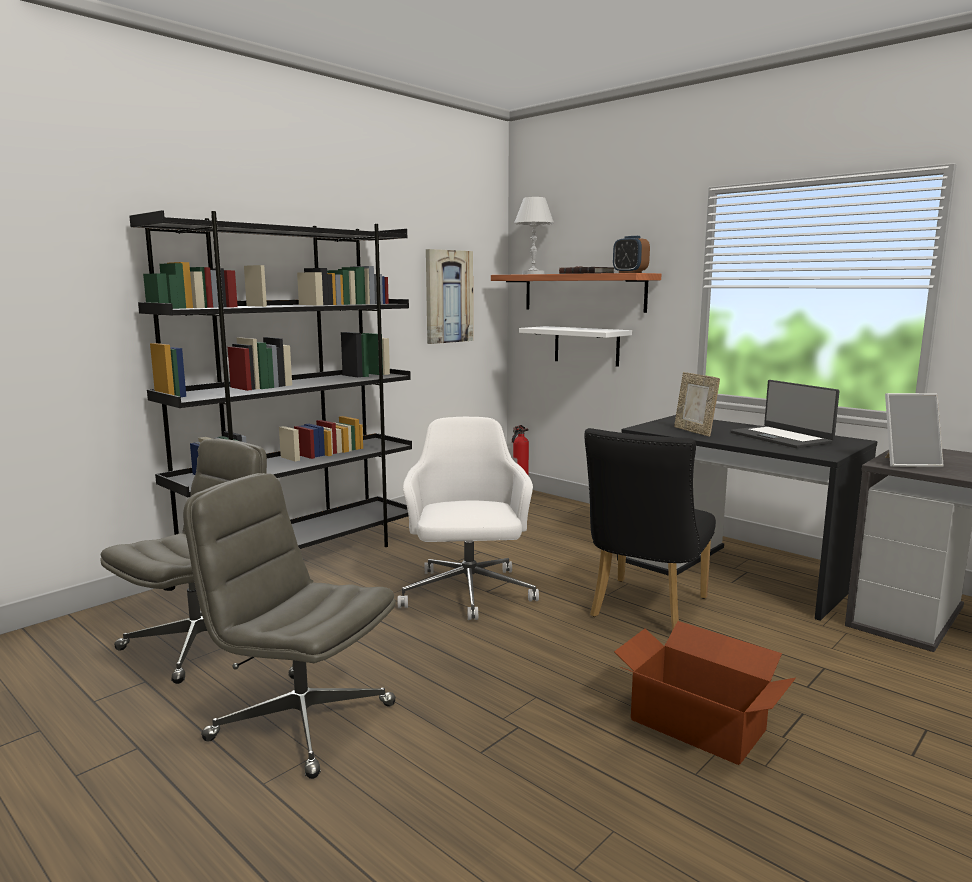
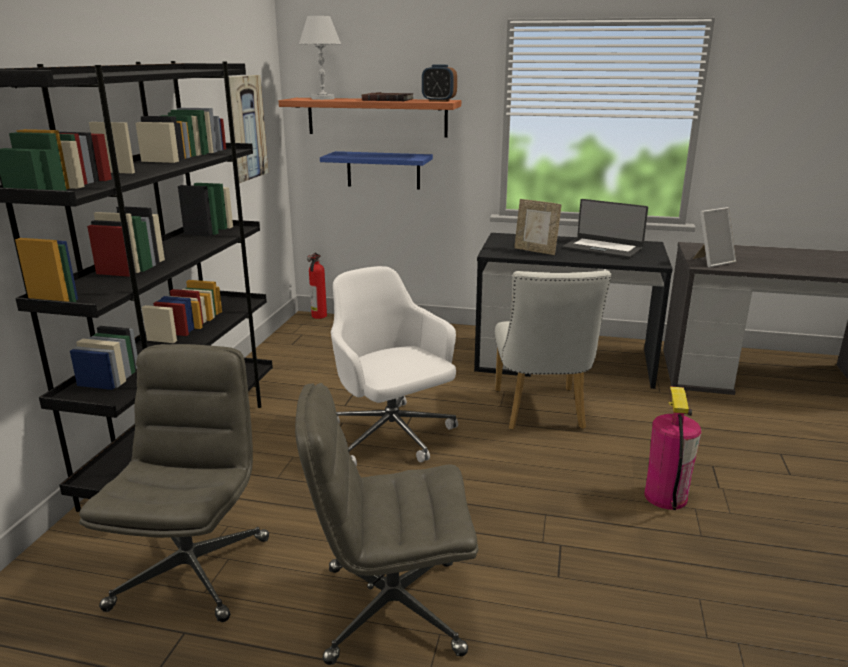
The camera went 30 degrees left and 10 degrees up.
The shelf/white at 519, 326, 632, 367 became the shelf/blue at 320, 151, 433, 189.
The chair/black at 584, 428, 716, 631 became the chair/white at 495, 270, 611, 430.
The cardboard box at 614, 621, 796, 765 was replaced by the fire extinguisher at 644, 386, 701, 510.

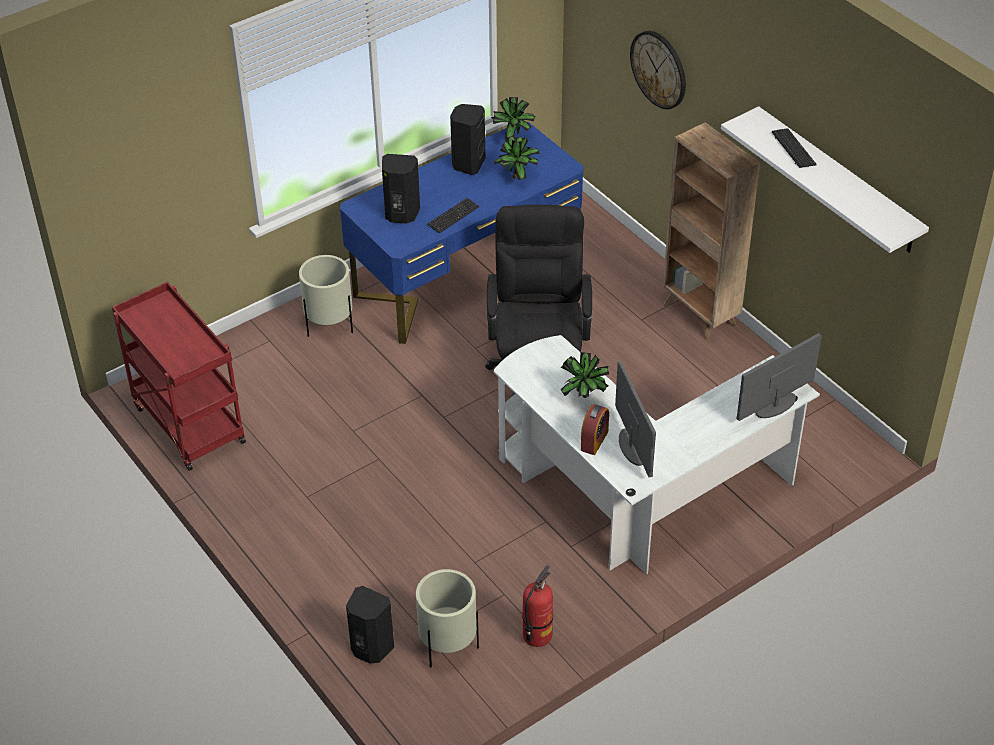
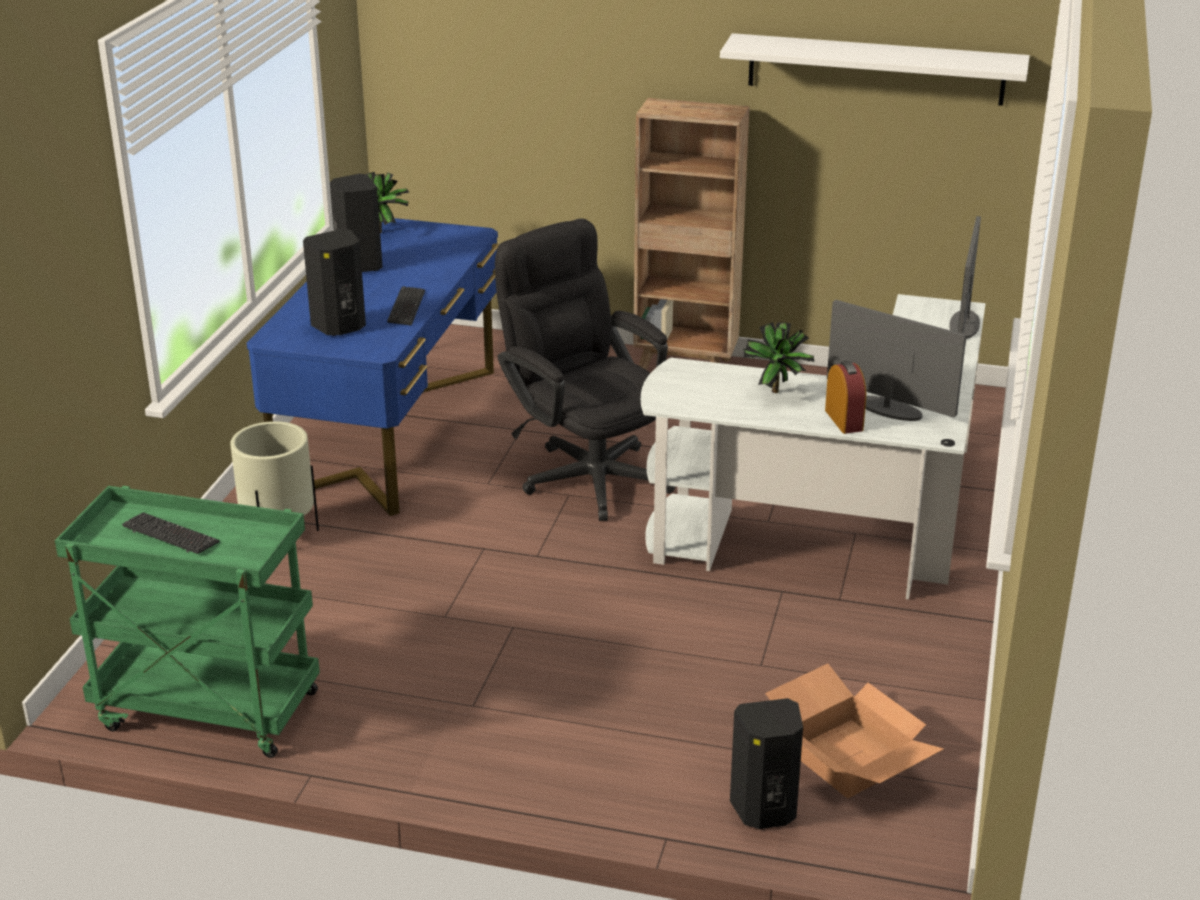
The camera went 40 degrees left and 15 degrees down.
The cart/red at 112, 282, 246, 471 became the cart/green at 55, 486, 320, 758.
The planter/beige at 416, 569, 479, 667 was replaced by the cardboard box at 765, 664, 944, 798.
The potted plant at 494, 135, 540, 180 disappeared.
The fire extinguisher at 522, 565, 553, 647 disappeared.
The wall clock at 630, 31, 686, 109 disappeared.
The keyboard moved from 772, 128, 817, 168 to 122, 512, 220, 554.

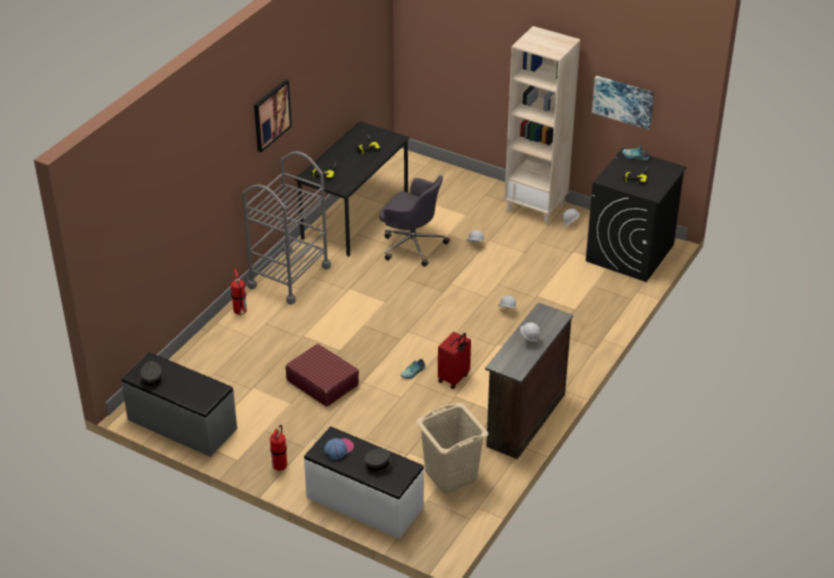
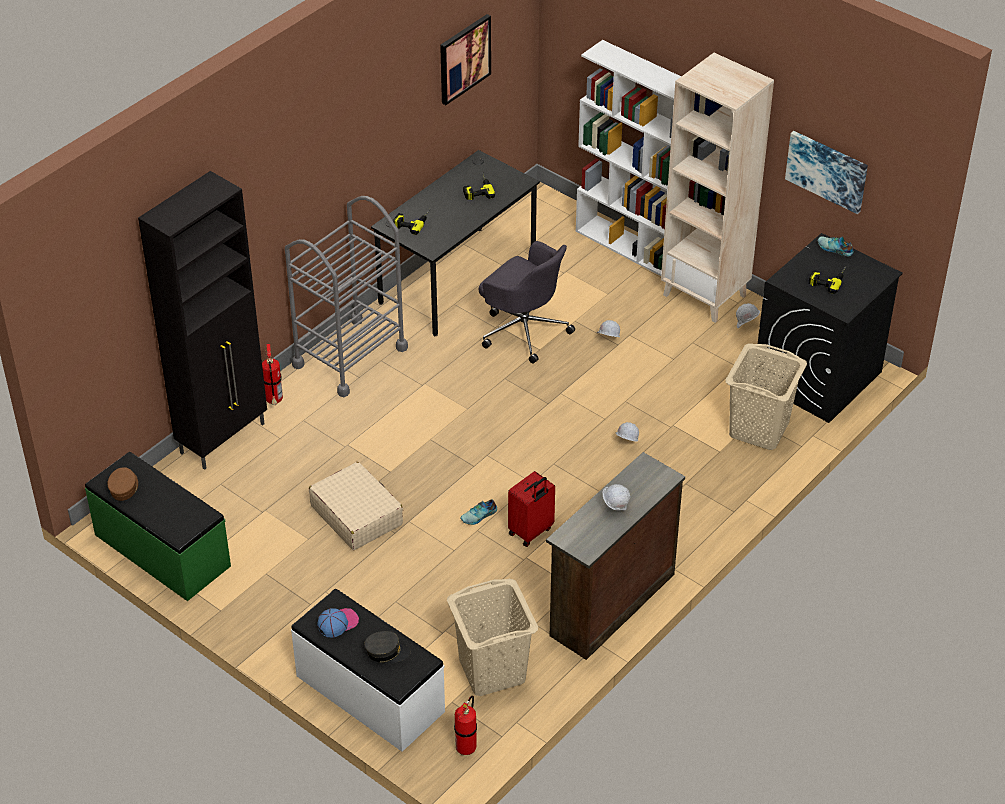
The camera went 10 degrees right and 5 degrees up.
The bench/grey at 121, 352, 237, 457 became the bench/green at 85, 452, 231, 601.
The cap/grey at 140, 361, 163, 386 became the cap/brown at 107, 467, 138, 501.
The picture moved from 254, 79, 292, 152 to 440, 14, 491, 105.
The fire extinguisher moved from 270, 424, 287, 471 to 454, 695, 477, 755.
The suitcase/red at 285, 344, 359, 407 became the suitcase/beige at 309, 462, 403, 550.
The cabinet/black at 138, 171, 267, 470 appeared.
The bookcase/white at 576, 40, 681, 276 appeared.
The laundry basket/beige at 725, 343, 807, 450 appeared.

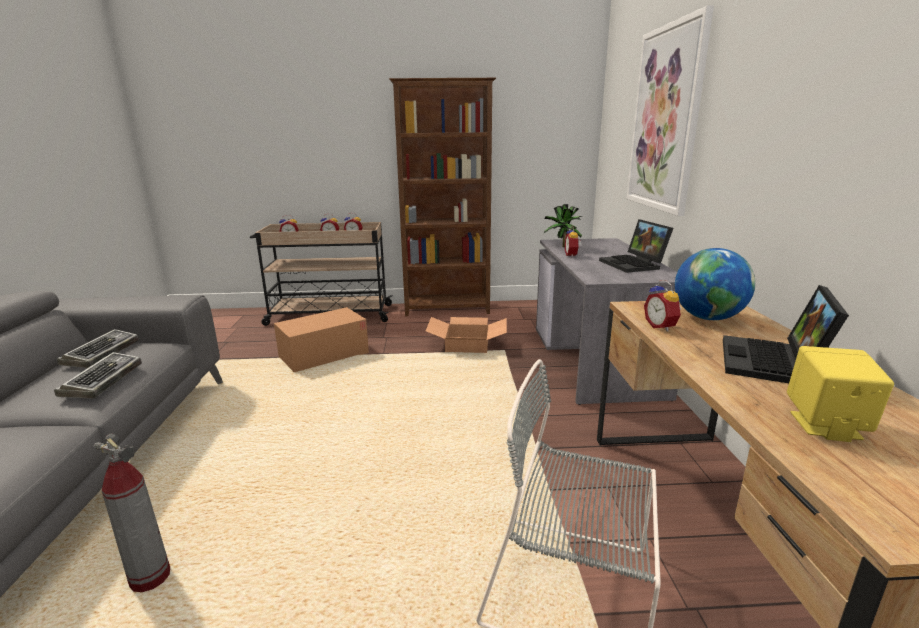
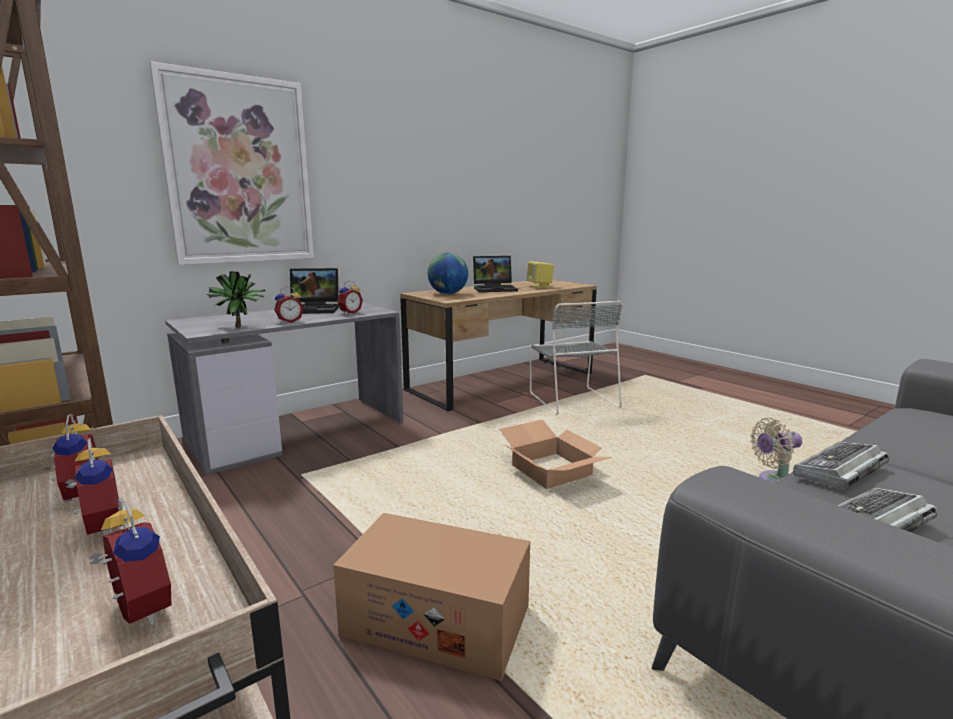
The camera went 125 degrees left and 5 degrees down.
The fire extinguisher at 94, 433, 170, 592 was replaced by the fan/beige at 750, 418, 802, 483.
The cardboard box moved from 426, 317, 507, 353 to 499, 419, 612, 489.
The laptop at 599, 219, 673, 273 turned 45 degrees clockwise.
The alarm clock moved from 644, 280, 681, 332 to 337, 281, 363, 314.

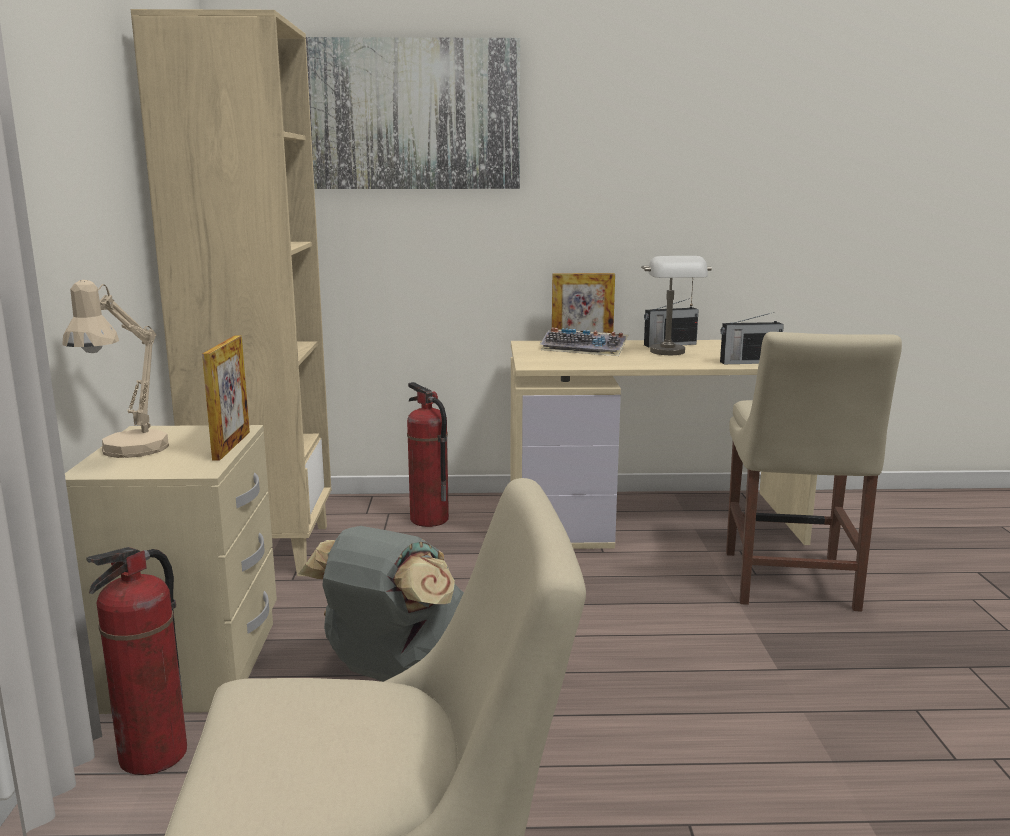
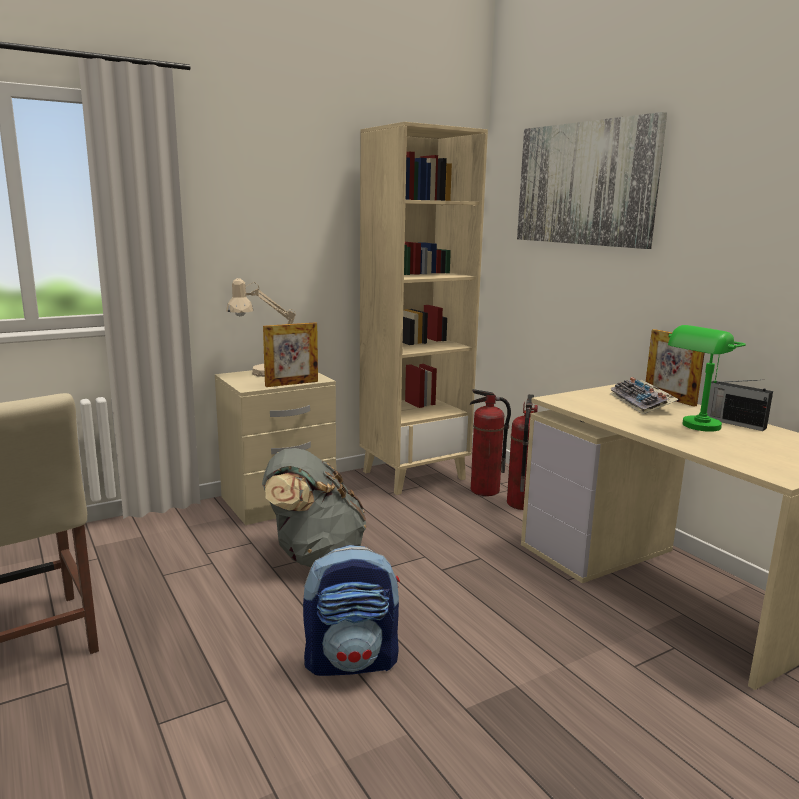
The camera went 60 degrees right and 0 degrees up.
The fire extinguisher moved from 87, 547, 187, 775 to 470, 389, 511, 496.
The table lamp/grey at 641, 256, 712, 355 became the table lamp/green at 668, 325, 746, 432.
The radio at 720, 312, 784, 364 disappeared.
The chair/beige at 726, 332, 902, 612 disappeared.
The backpack at 303, 545, 400, 676 appeared.

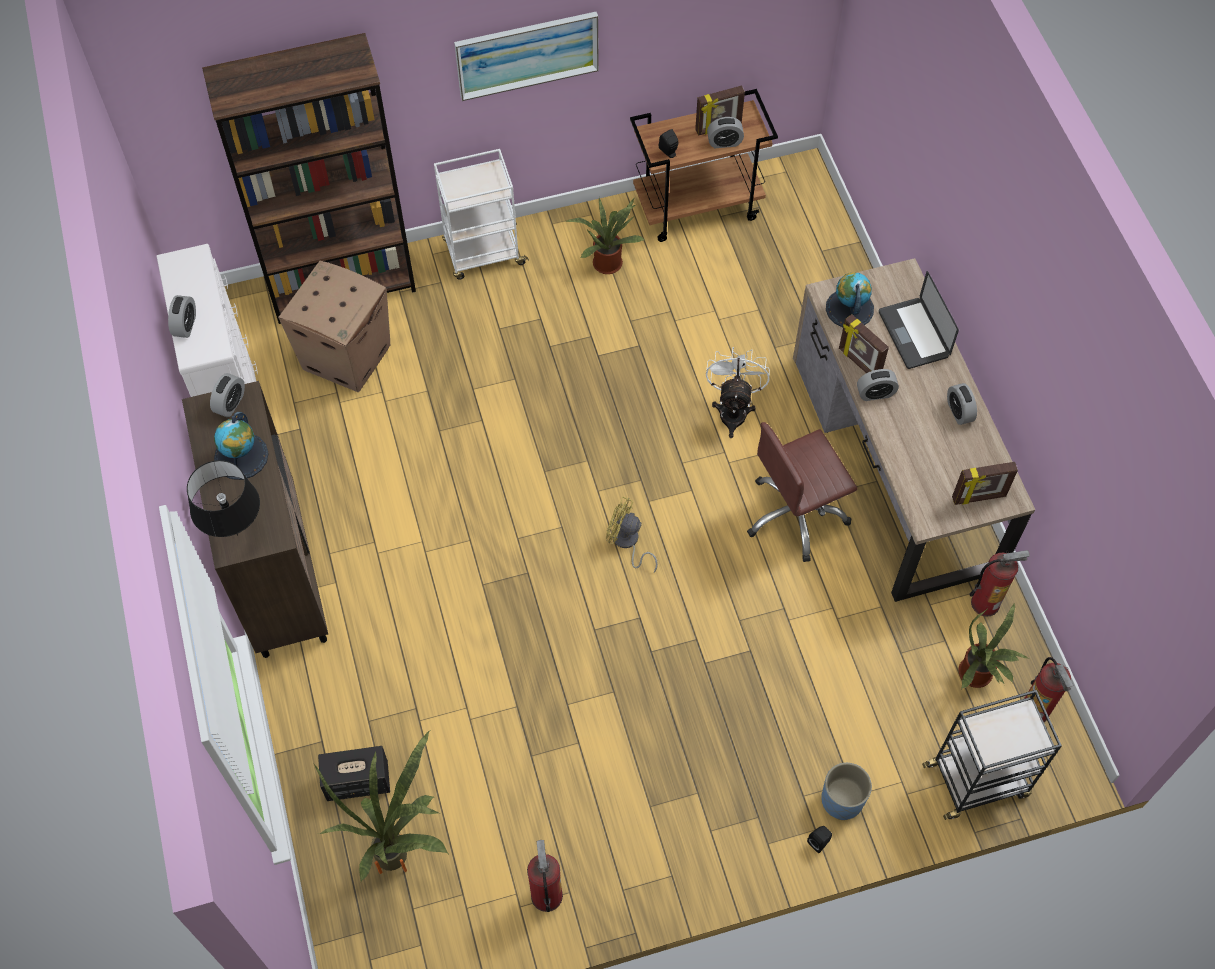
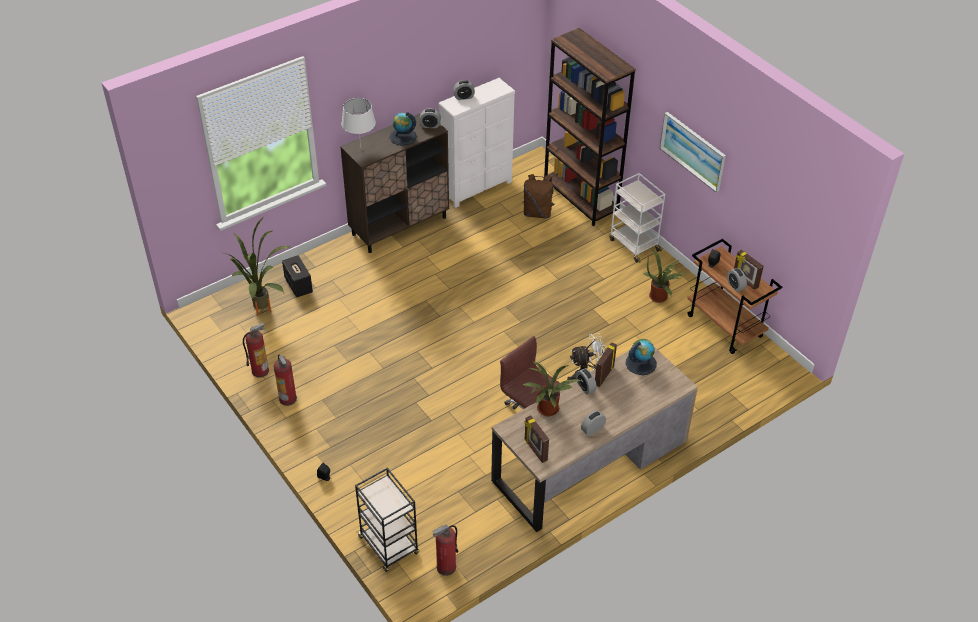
The camera went 70 degrees right and 15 degrees down.
The table lamp/black at 187, 460, 260, 537 became the table lamp/white at 342, 98, 376, 148.
The cardboard box at 278, 261, 390, 393 was replaced by the backpack/brown at 522, 174, 555, 218.
The fan/yellow at 606, 496, 658, 573 disappeared.
The planter/blue at 821, 763, 872, 820 disappeared.
The laptop at 879, 271, 959, 369 disappeared.
The potted plant moved from 958, 603, 1028, 689 to 522, 361, 582, 416.
The fire extinguisher moved from 969, 550, 1030, 617 to 274, 355, 297, 406.

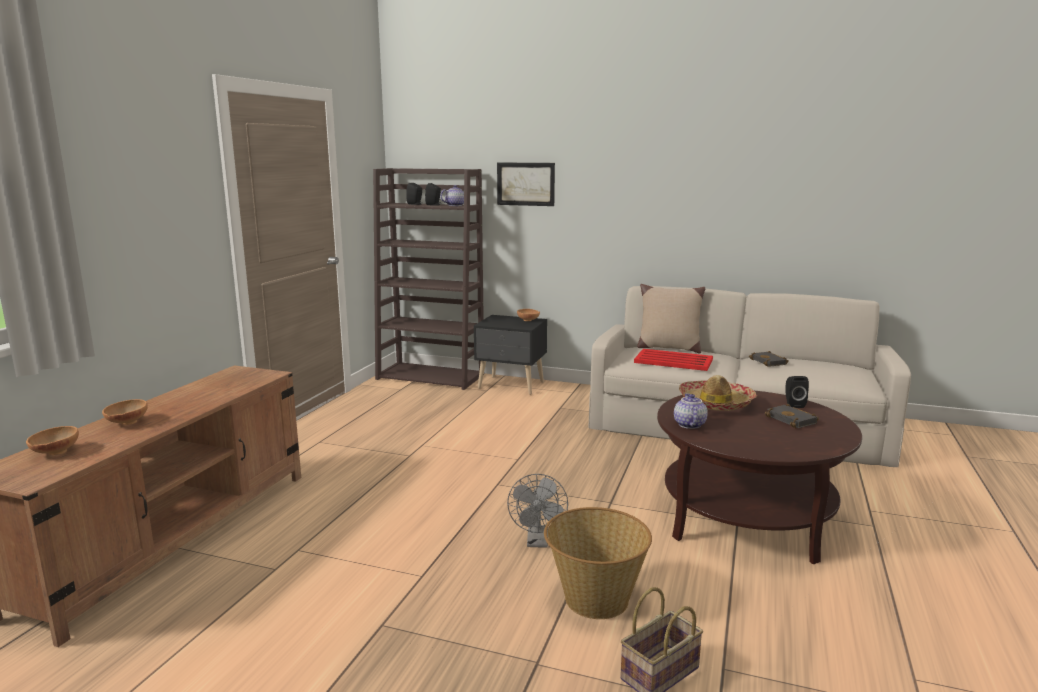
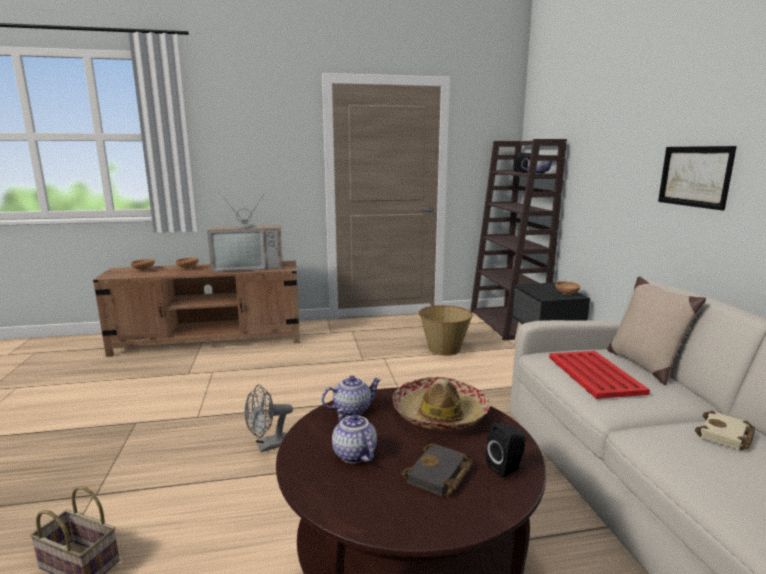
The camera went 60 degrees right and 0 degrees up.
The picture moved from 497, 163, 555, 206 to 658, 146, 737, 211.
The basket moved from 544, 507, 652, 619 to 418, 305, 473, 356.
The book/black at 749, 351, 789, 367 became the book/beige at 695, 411, 755, 450.
The television at 207, 191, 283, 272 appeared.
The teapot at 332, 409, 377, 463 appeared.

